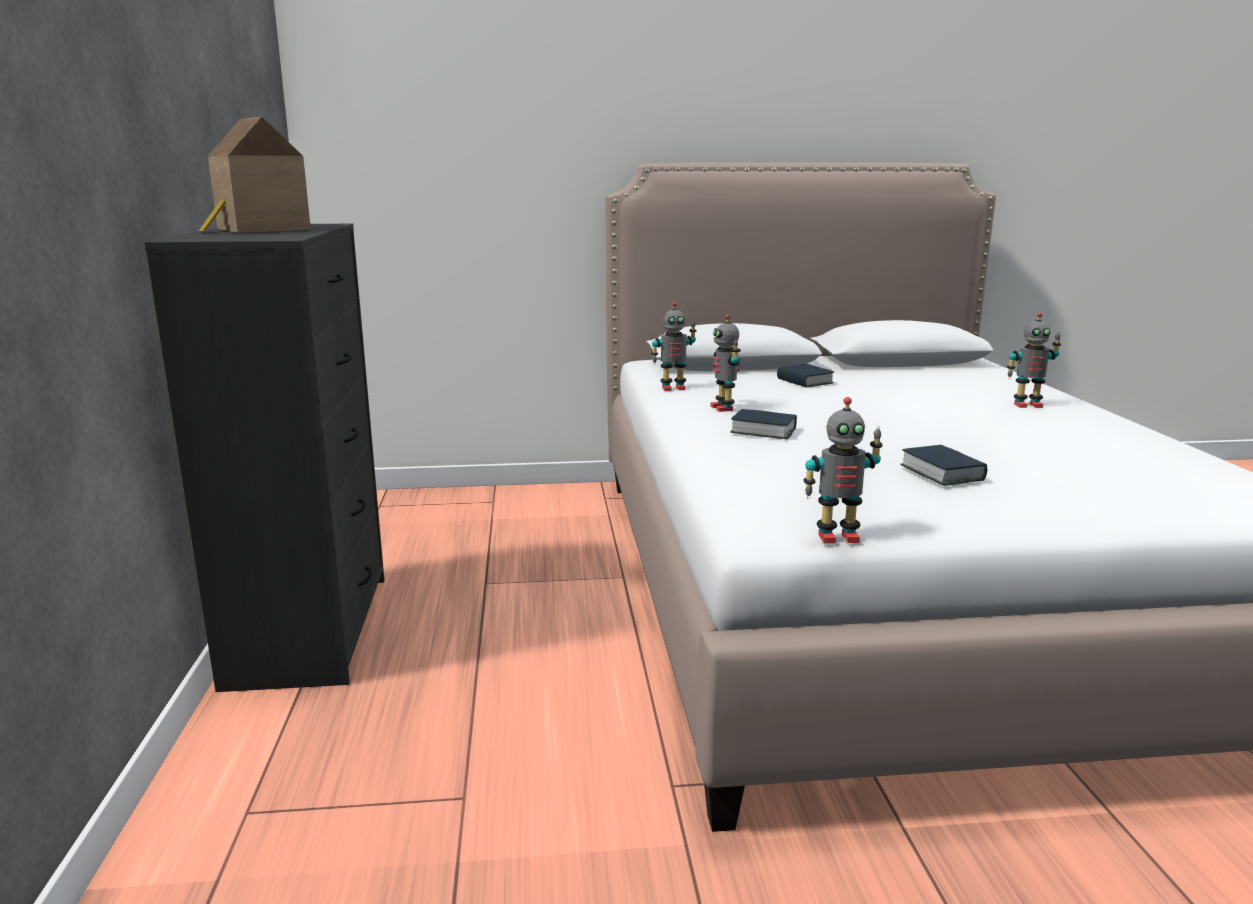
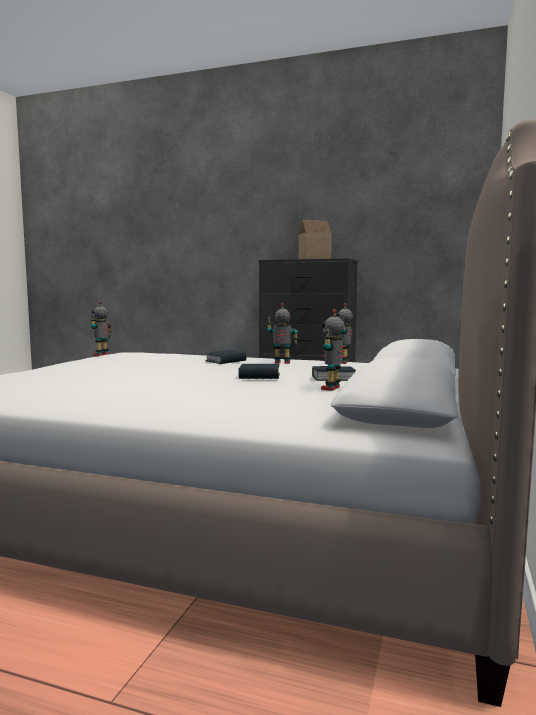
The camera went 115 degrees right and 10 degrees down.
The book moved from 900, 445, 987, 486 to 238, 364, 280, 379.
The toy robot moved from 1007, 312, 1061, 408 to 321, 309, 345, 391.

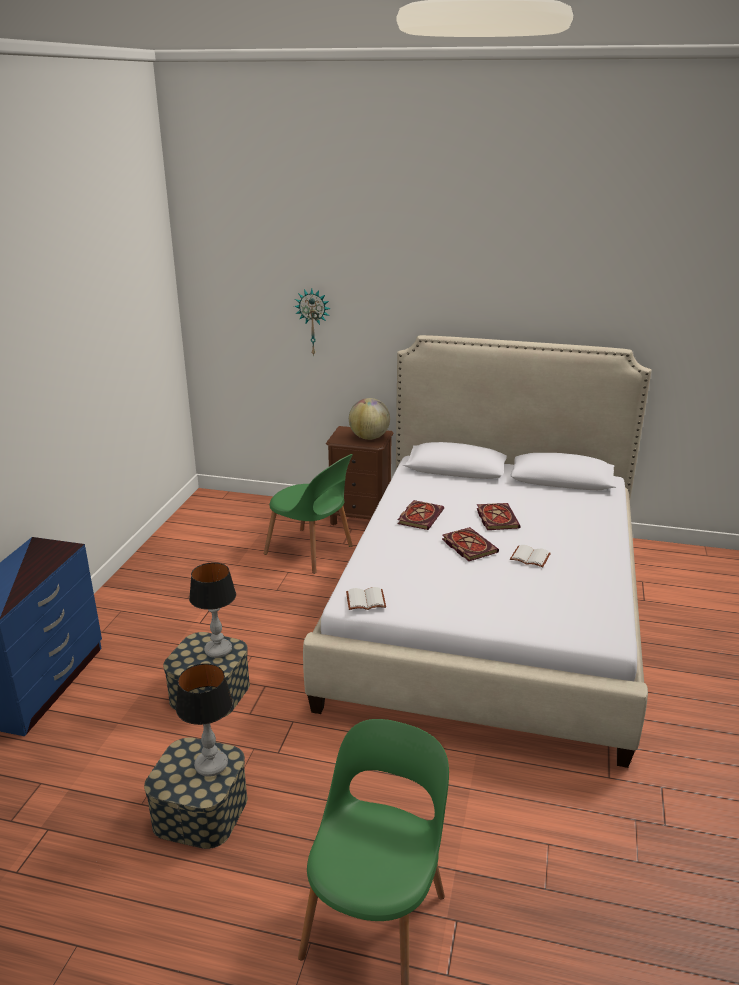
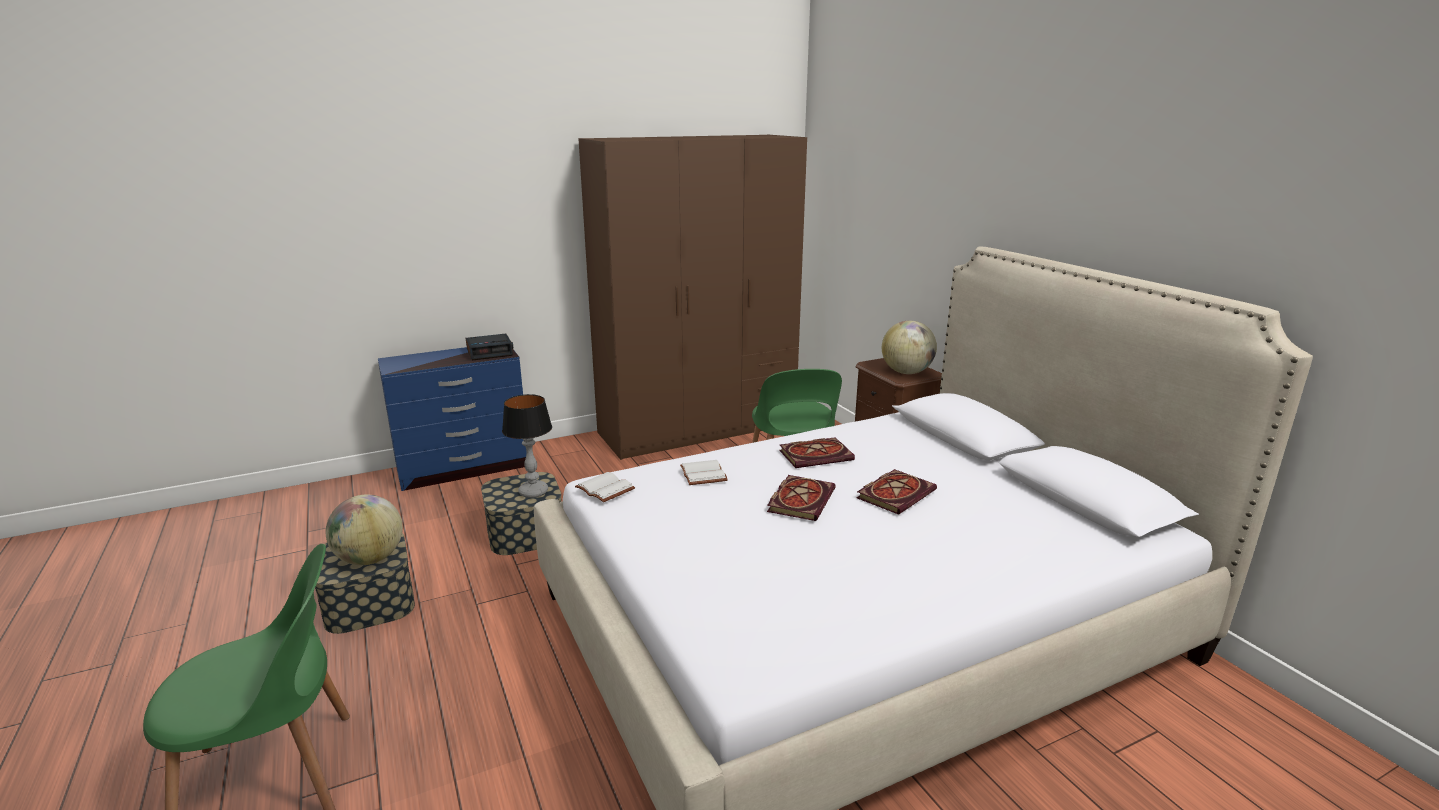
The camera went 50 degrees right and 5 degrees down.
The table lamp at 176, 663, 233, 777 was replaced by the globe at 326, 494, 403, 565.
The wall clock at 294, 288, 331, 357 disappeared.
The book/white moved from 510, 545, 551, 568 to 680, 460, 728, 485.
The alarm clock at 466, 334, 513, 360 appeared.
The wardrobe/brown at 578, 134, 807, 460 appeared.

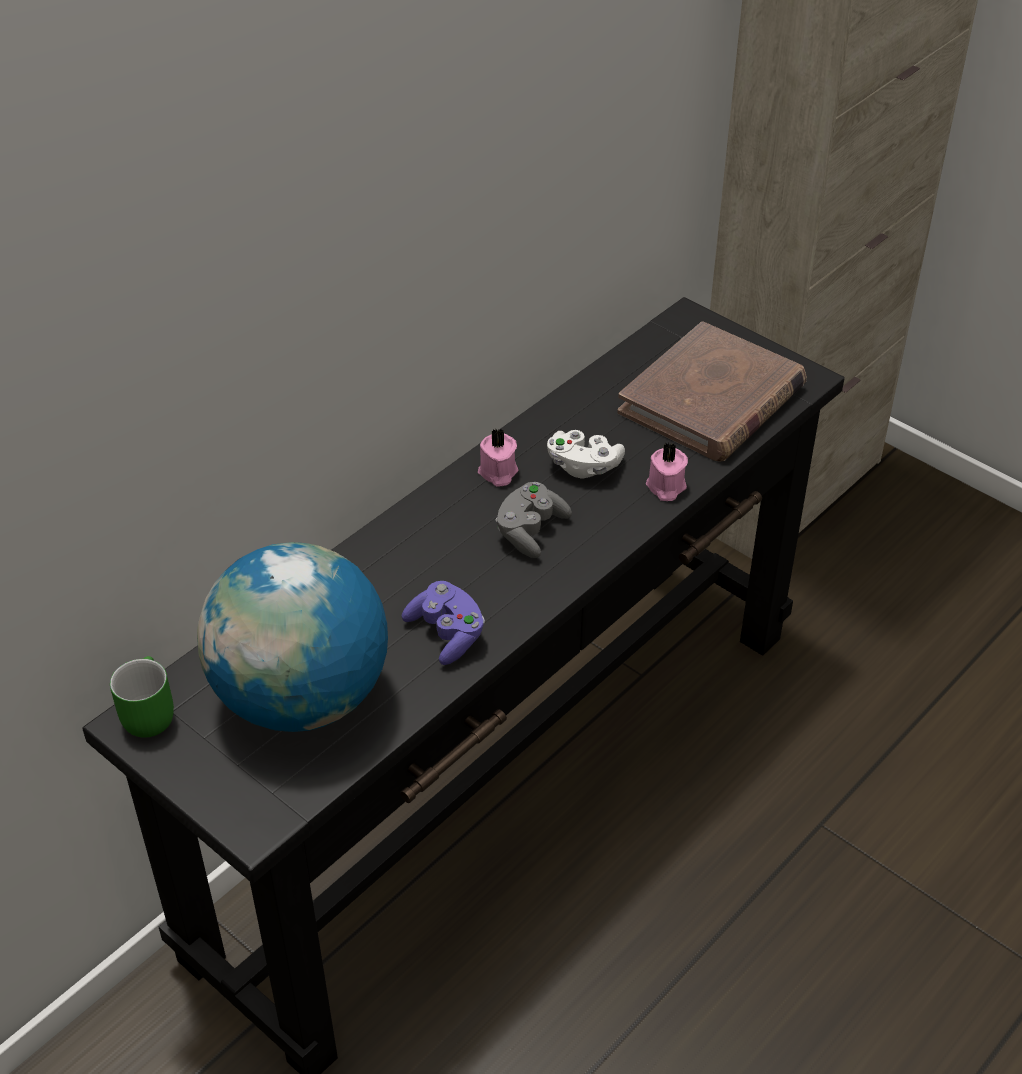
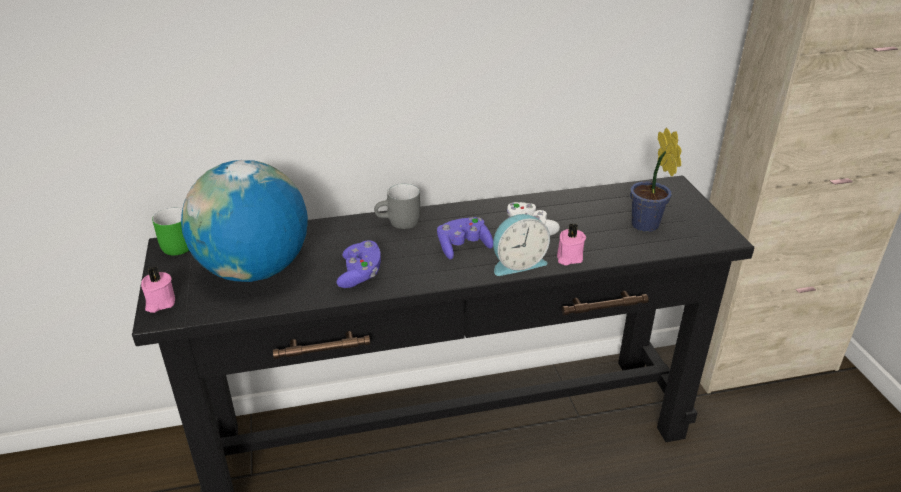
The camera went 35 degrees right and 10 degrees down.
The candle/pink moved from 478, 428, 518, 487 to 141, 267, 175, 313.
The game controller/grey at 496, 482, 572, 558 became the game controller/purple at 437, 217, 493, 259.
The book/brown at 617, 321, 807, 461 was replaced by the potted plant at 630, 128, 682, 232.
The mug/grey at 374, 184, 420, 229 appeared.
The alarm clock at 493, 214, 550, 276 appeared.

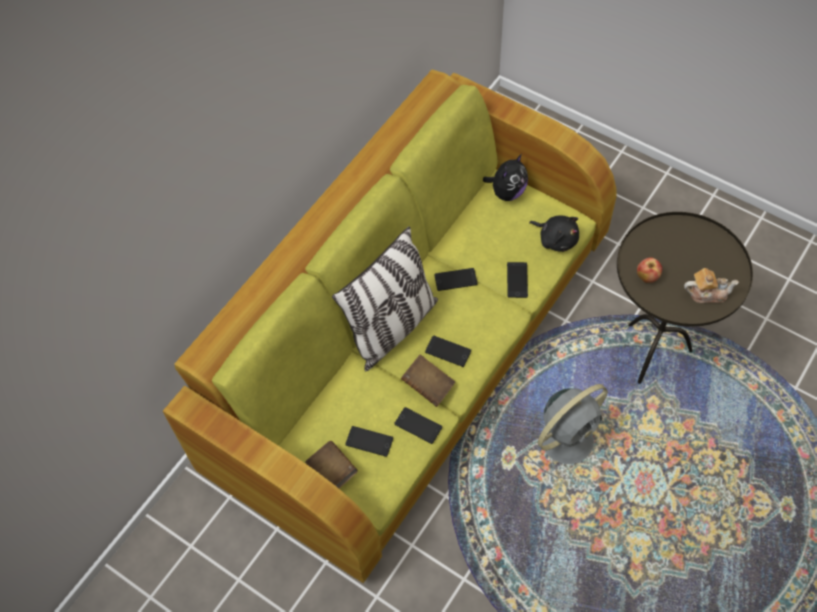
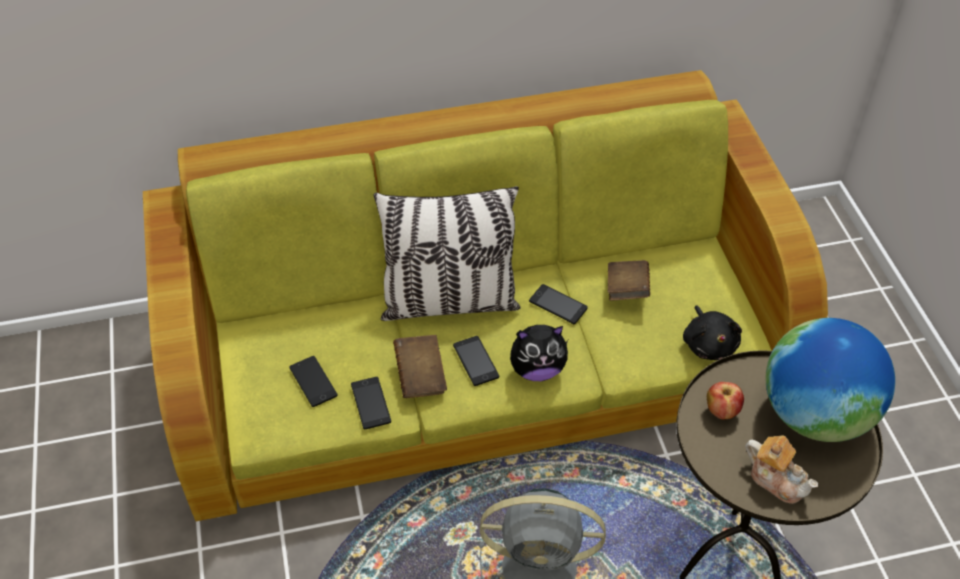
The camera went 40 degrees right and 10 degrees down.
The book/brown moved from 305, 441, 358, 489 to 607, 260, 650, 301.
The plush toy moved from 483, 154, 528, 201 to 510, 325, 568, 381.
The phone at 507, 262, 528, 298 disappeared.
The globe at 766, 318, 895, 442 appeared.

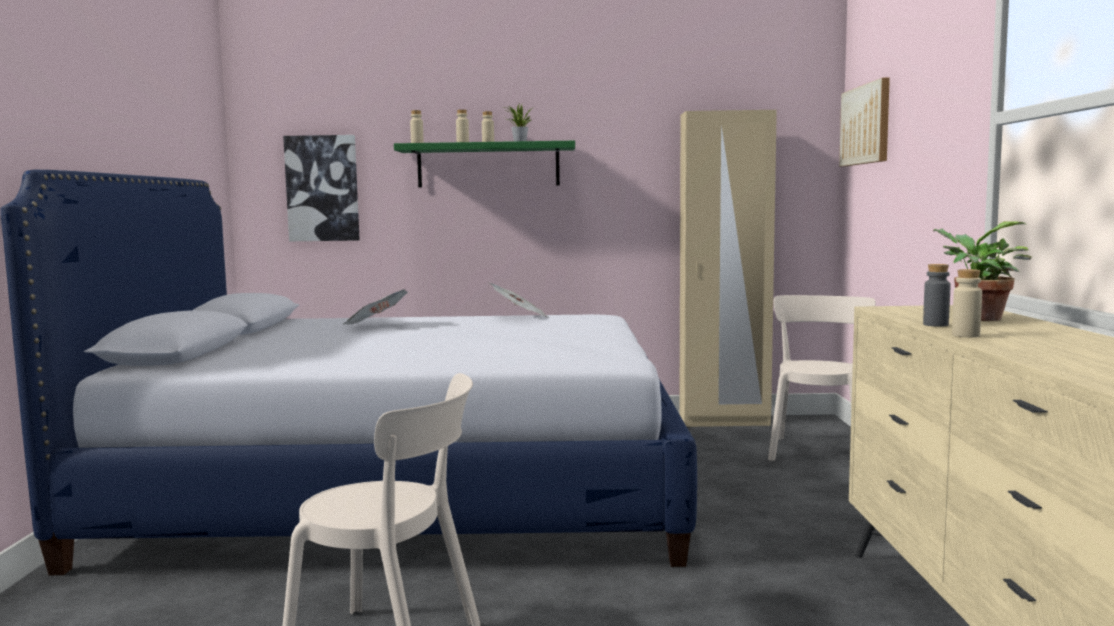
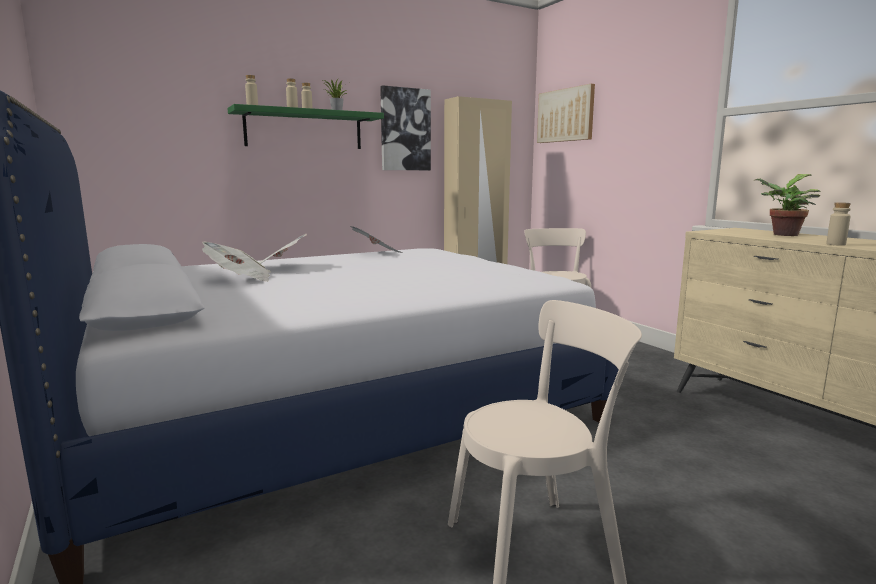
The camera went 30 degrees left and 5 degrees up.
The picture moved from 283, 135, 360, 241 to 380, 85, 431, 170.
The bottle/grey at 923, 264, 951, 327 disappeared.
The newspaper at 202, 242, 271, 282 appeared.

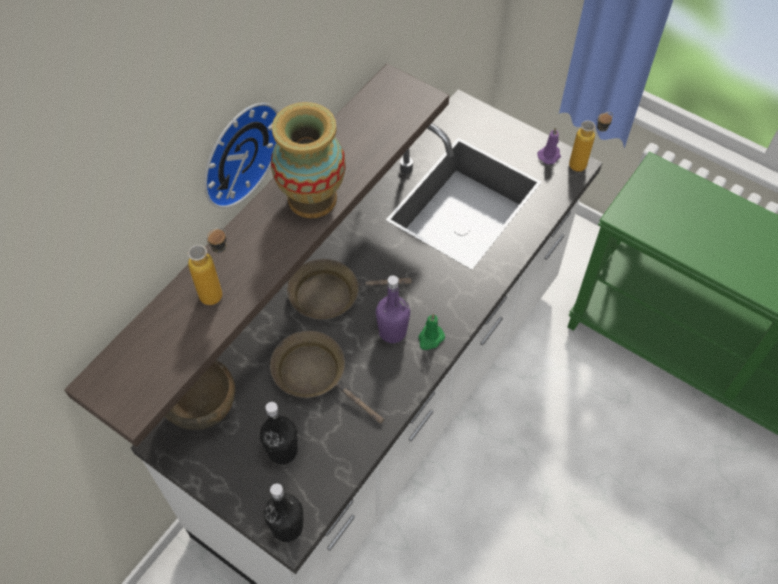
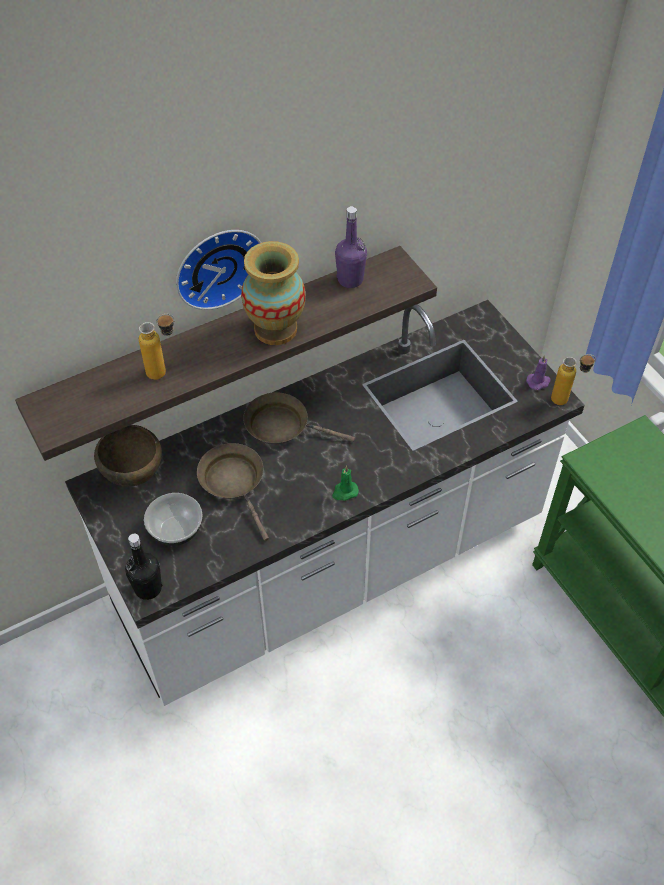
The camera went 25 degrees right and 5 degrees down.
The bottle/black at 260, 402, 298, 464 was replaced by the bowl at 144, 493, 202, 546.
The bottle/purple moved from 376, 275, 410, 343 to 335, 206, 367, 288.

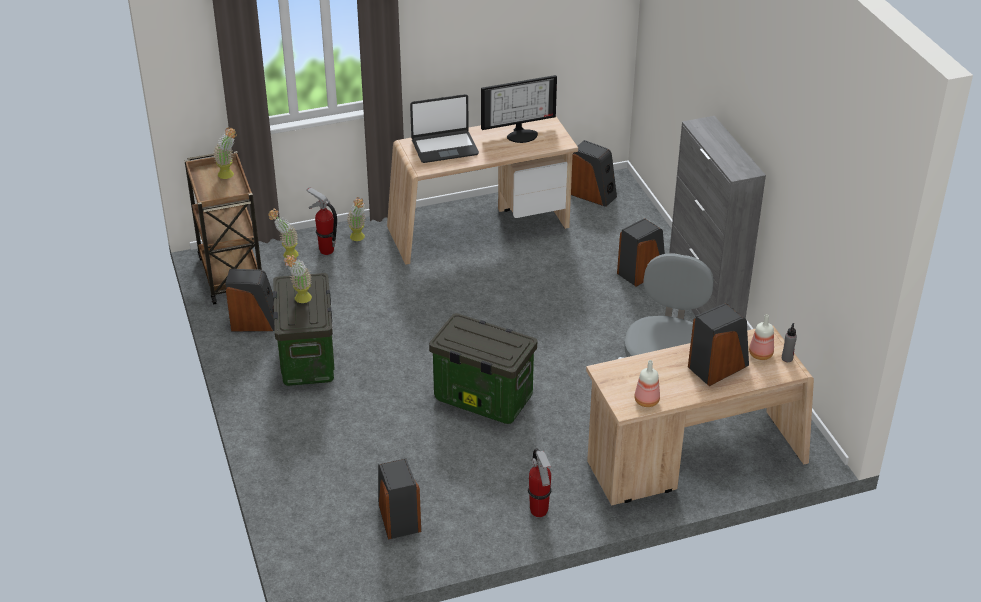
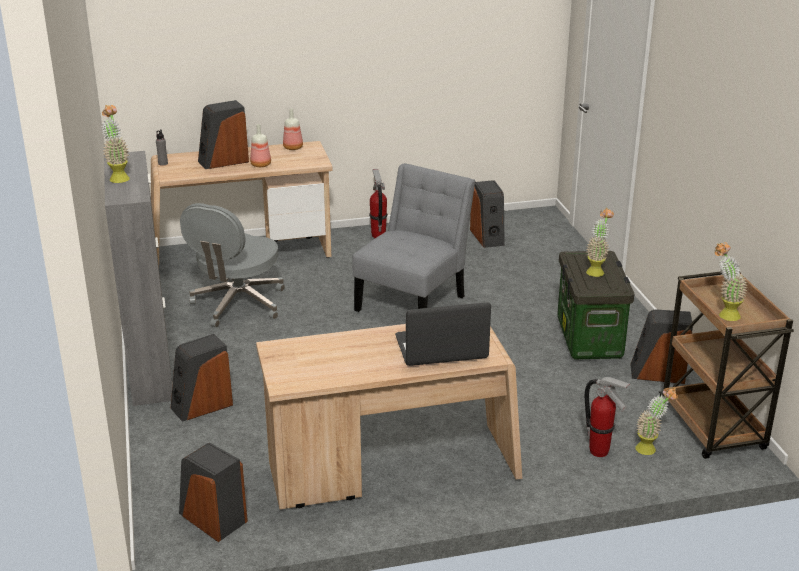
The camera went 175 degrees left and 10 degrees down.
The potted plant moved from 347, 197, 366, 241 to 101, 105, 130, 183.
The storage box at 429, 313, 537, 424 was replaced by the chair/grey at 352, 163, 475, 312.
The monitor at 481, 75, 557, 143 disappeared.
The bottle moved from 749, 314, 774, 360 to 250, 124, 271, 167.

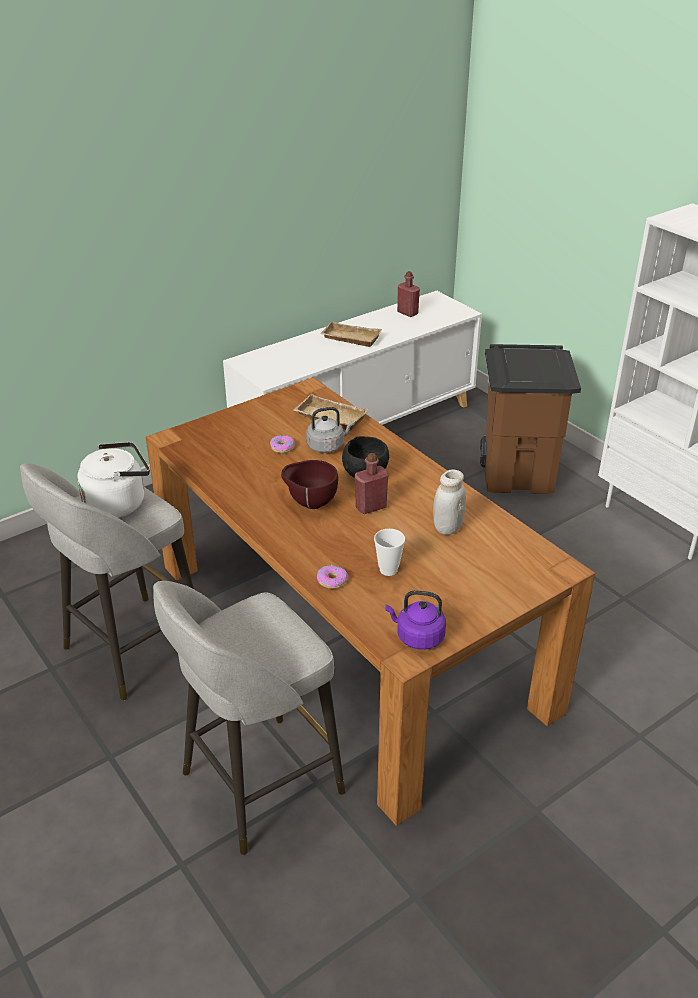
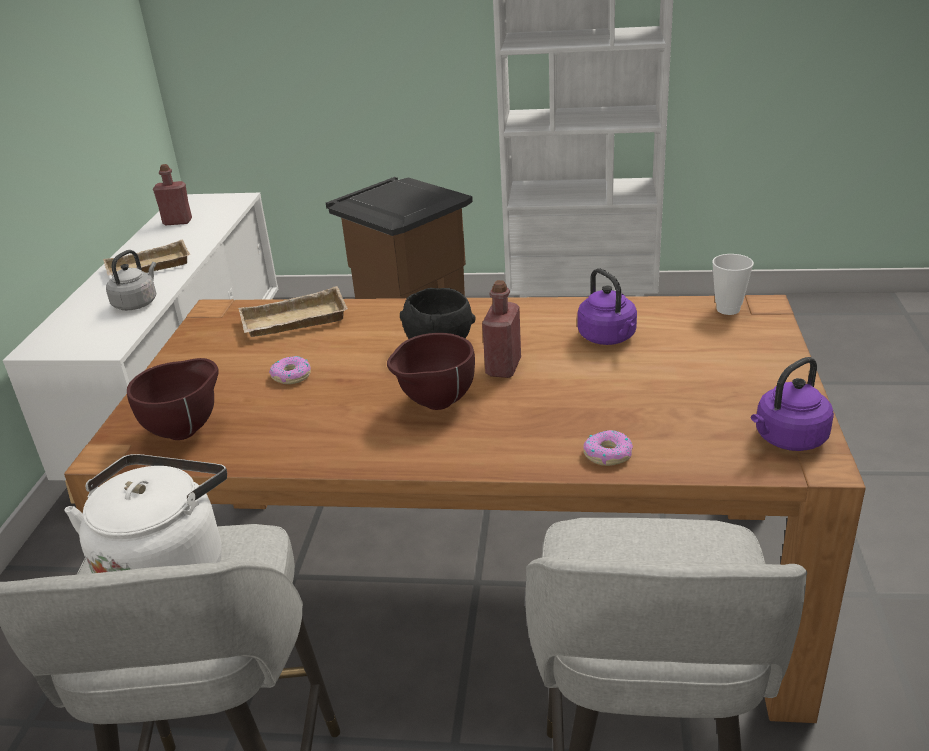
The camera went 45 degrees left and 5 degrees down.
The kettle/grey moved from 306, 407, 354, 453 to 106, 250, 157, 310.
The cup moved from 374, 529, 405, 576 to 712, 254, 754, 315.
The jar/white at 433, 469, 466, 535 was replaced by the kettle/purple at 578, 268, 637, 345.
The bowl/brown at 127, 358, 219, 440 appeared.

